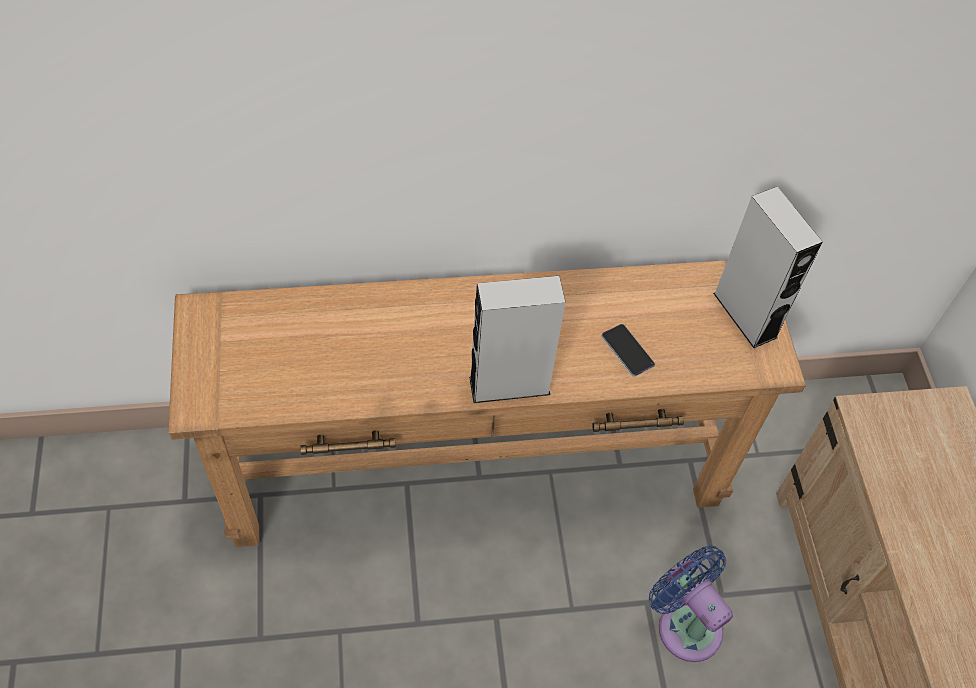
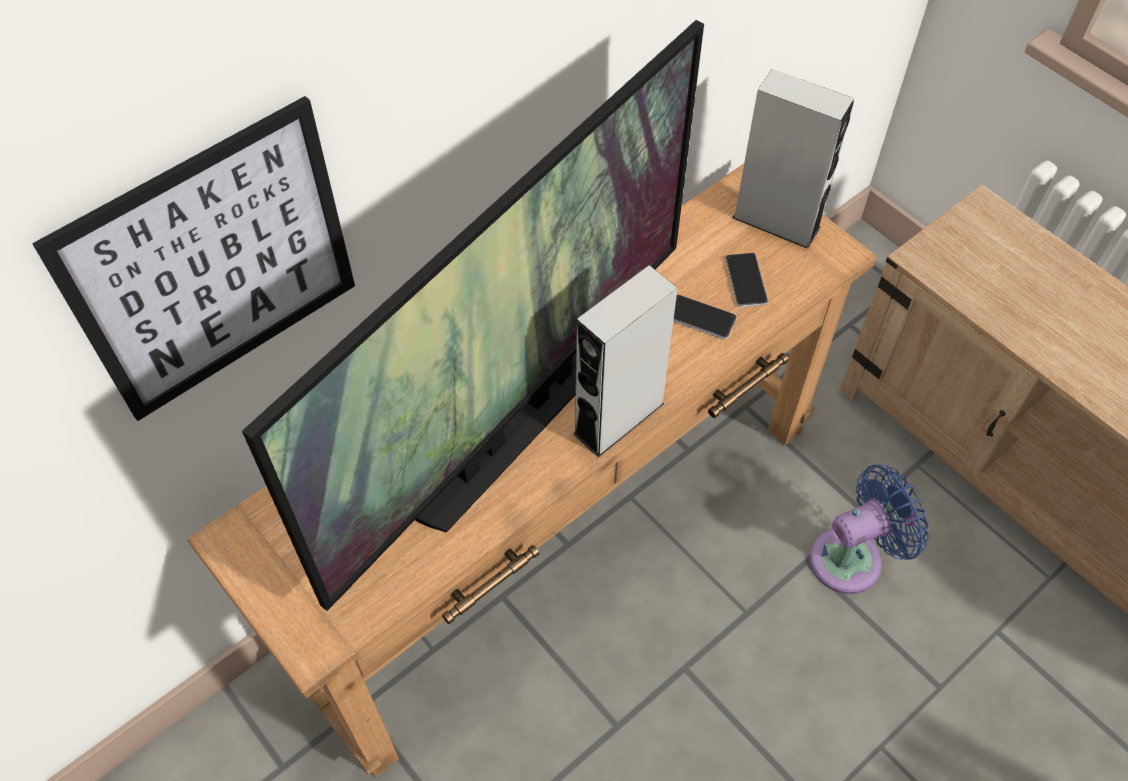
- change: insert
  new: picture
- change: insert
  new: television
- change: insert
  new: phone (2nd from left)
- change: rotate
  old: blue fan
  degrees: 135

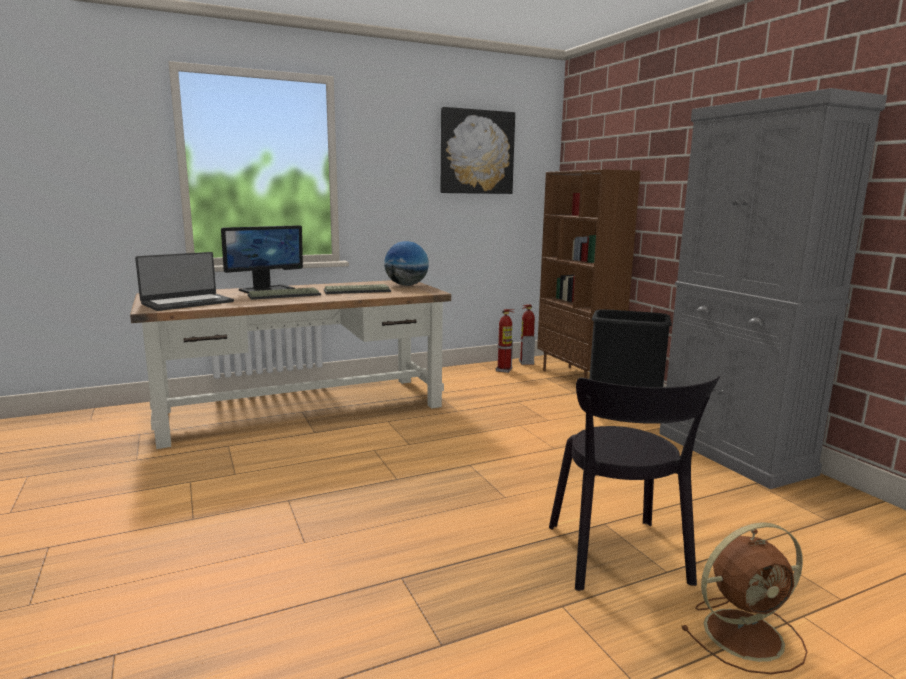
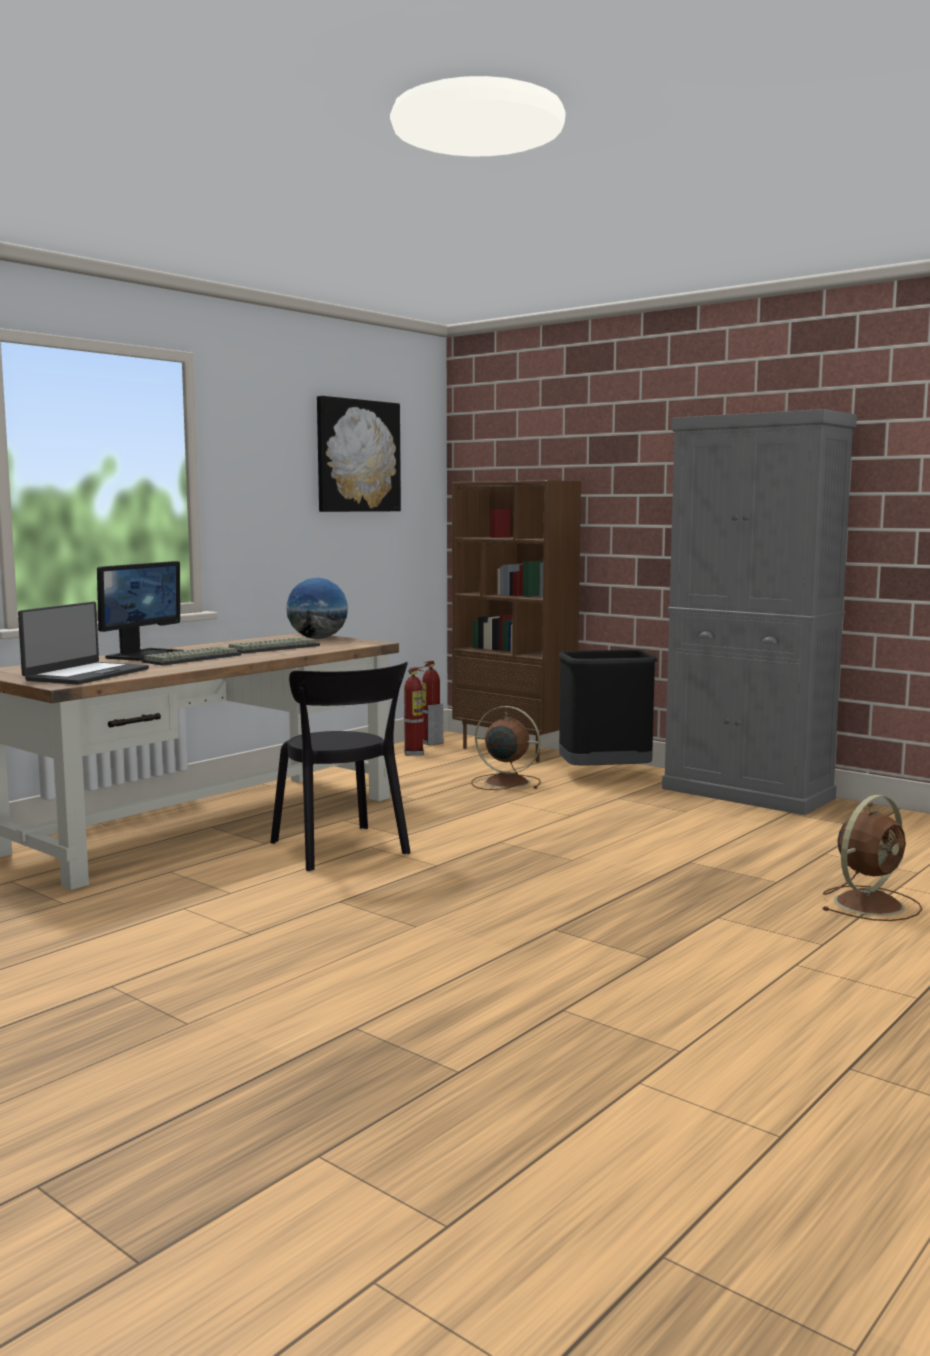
- change: insert
  new: brown fan (1st from left)
- change: move
  old: black chair

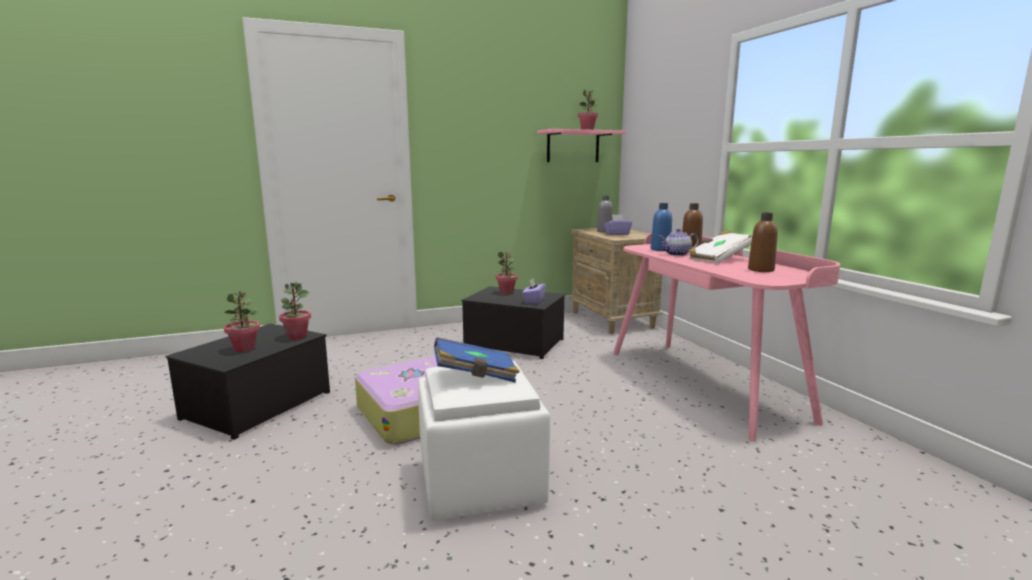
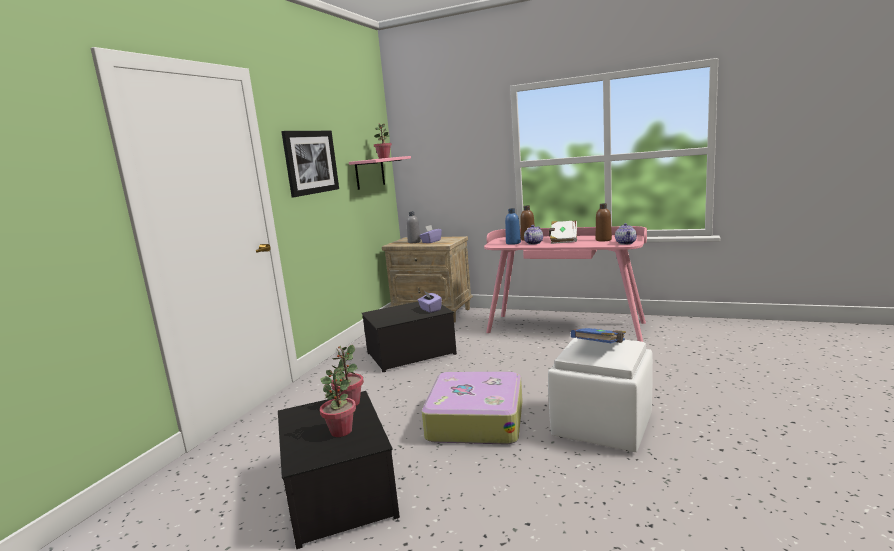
- change: delete
  old: potted plant (3rd from left)
- change: insert
  new: picture
- change: insert
  new: teapot (2nd from left)

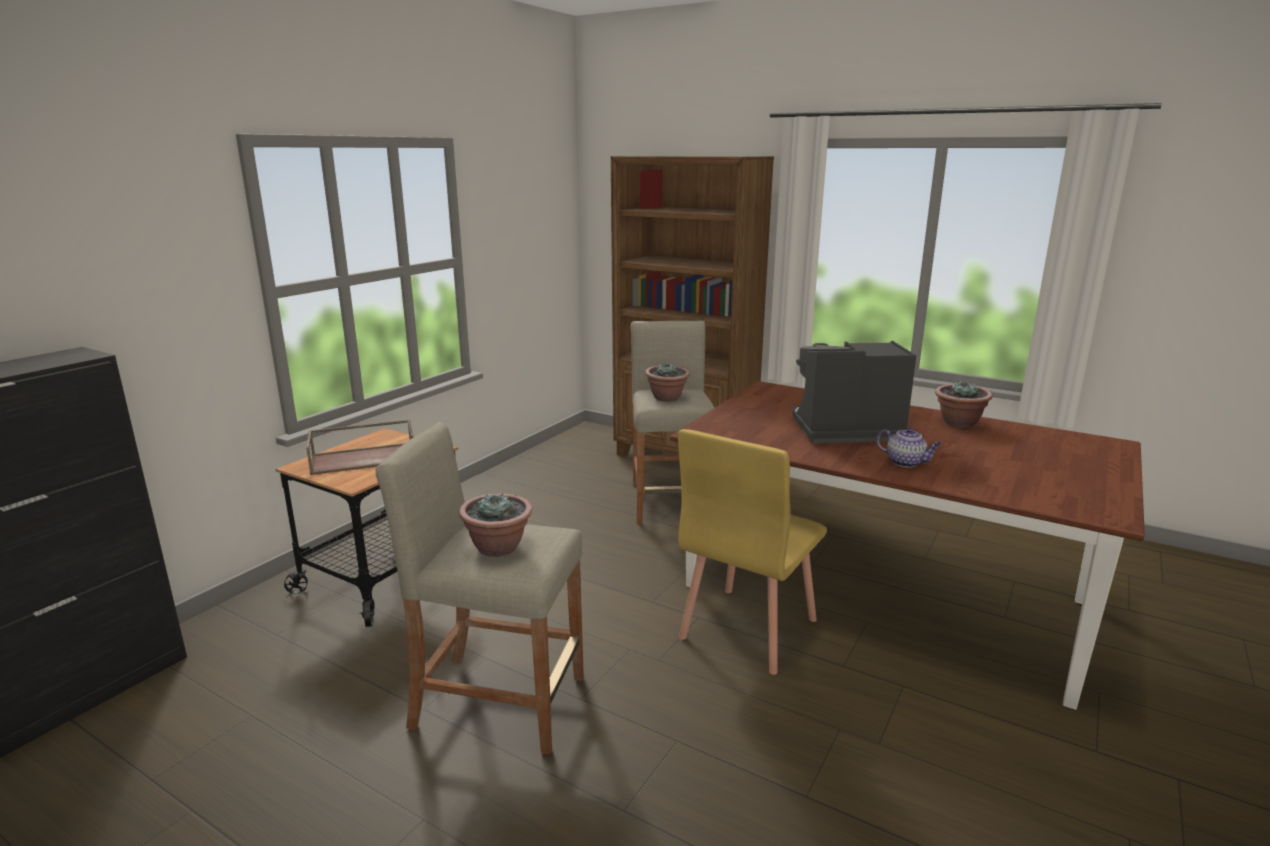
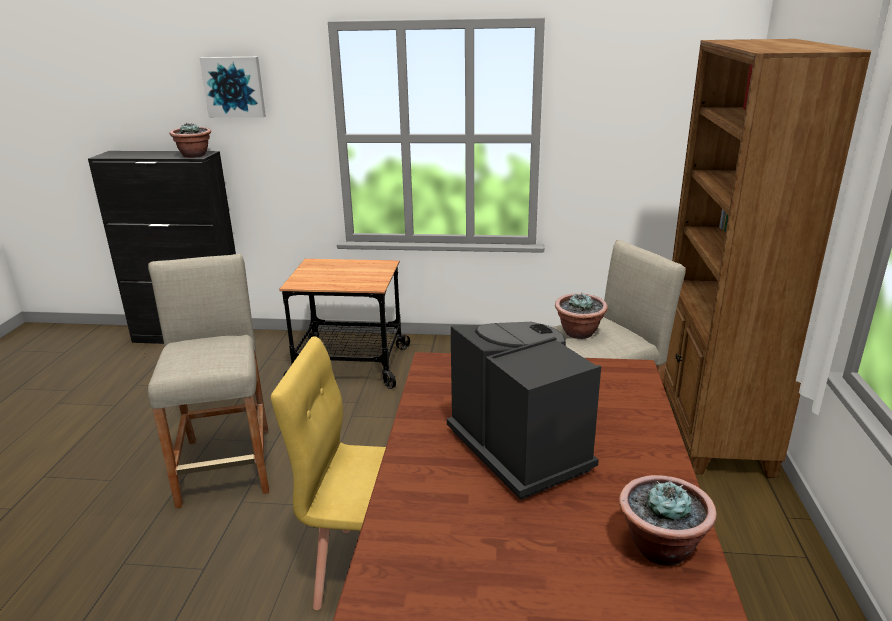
- change: delete
  old: brown tray
- change: delete
  old: teapot
- change: insert
  new: picture
- change: move
  old: potted plant (1st from left)

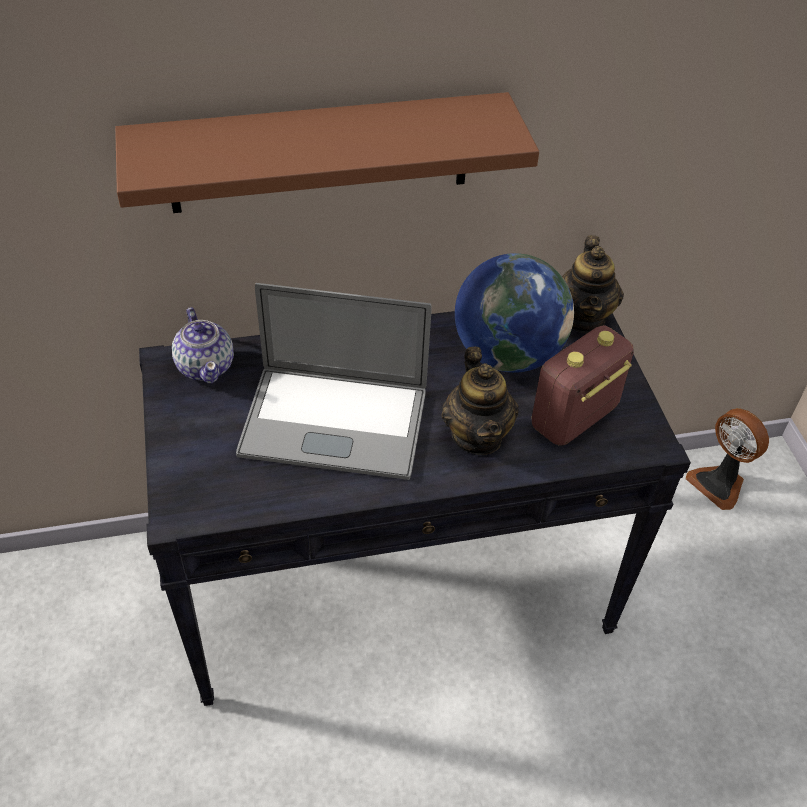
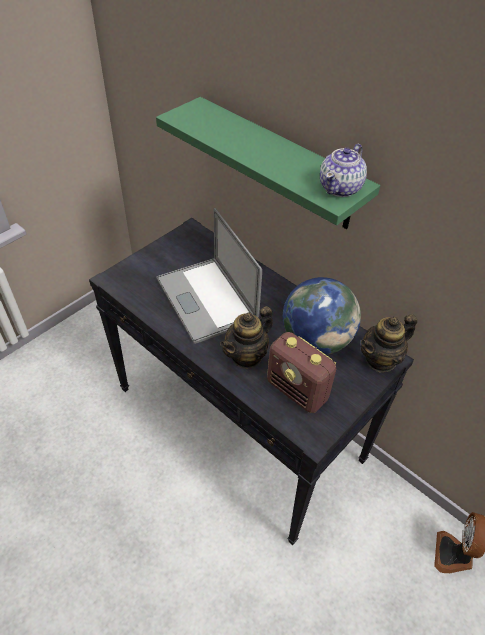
- change: move
  old: teapot (1st from left in the first image)
  new: teapot (2nd from left)
- change: recolor
  old: brown shelf
  new: green shelf
- change: rotate
  old: radio
  degrees: -150

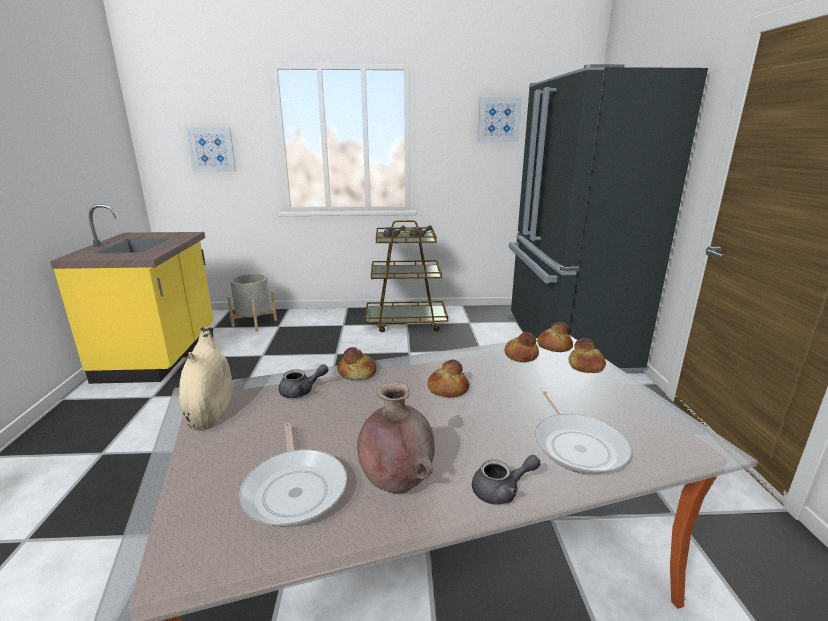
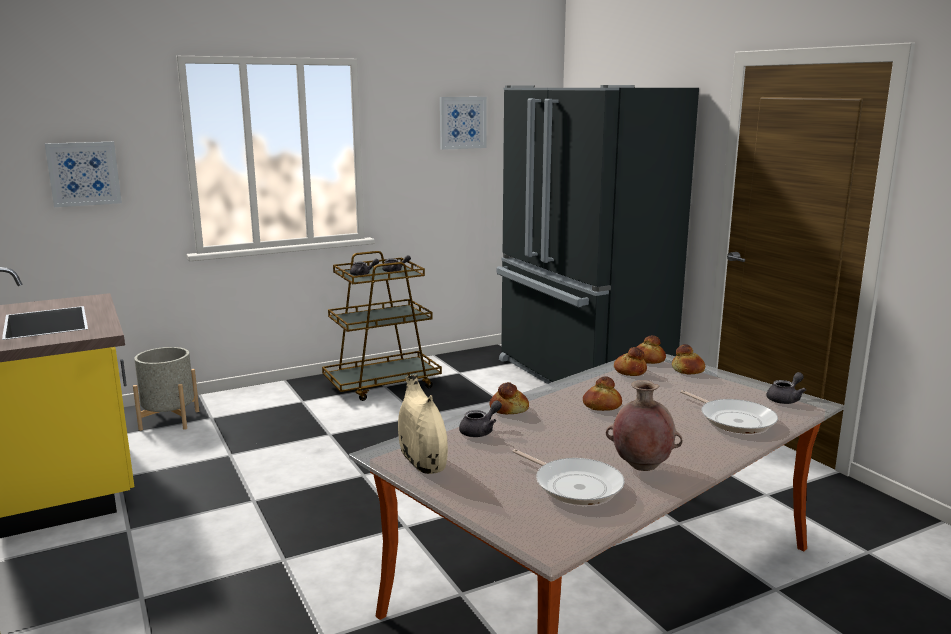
- change: move
  old: grey teapot (4th from left)

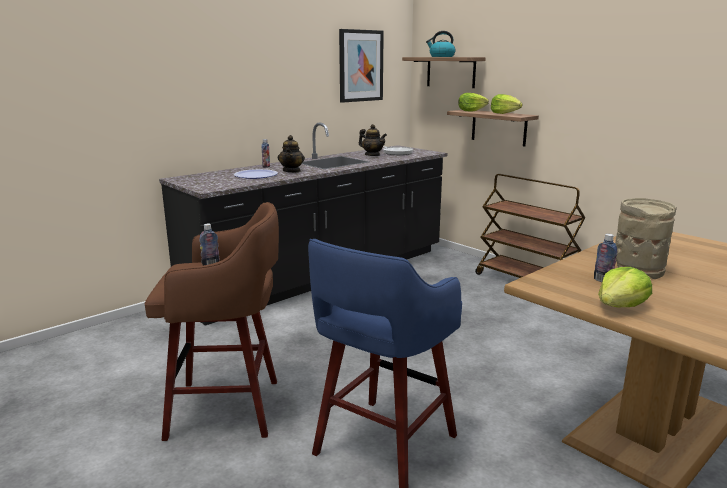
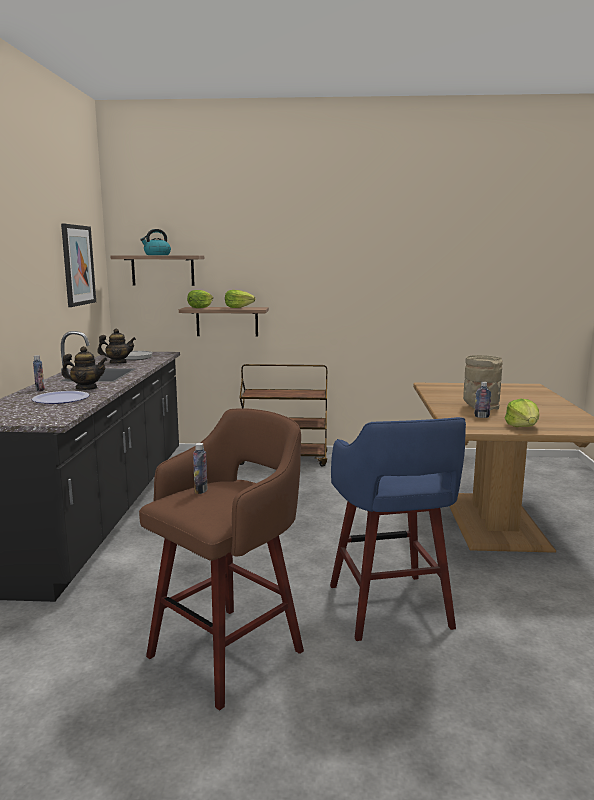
- change: rotate
  old: teapot (1st from left)
  degrees: -45

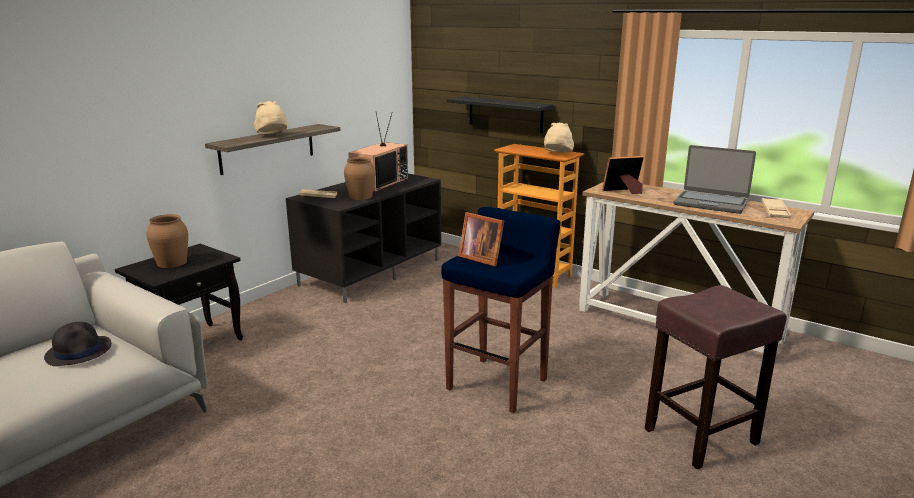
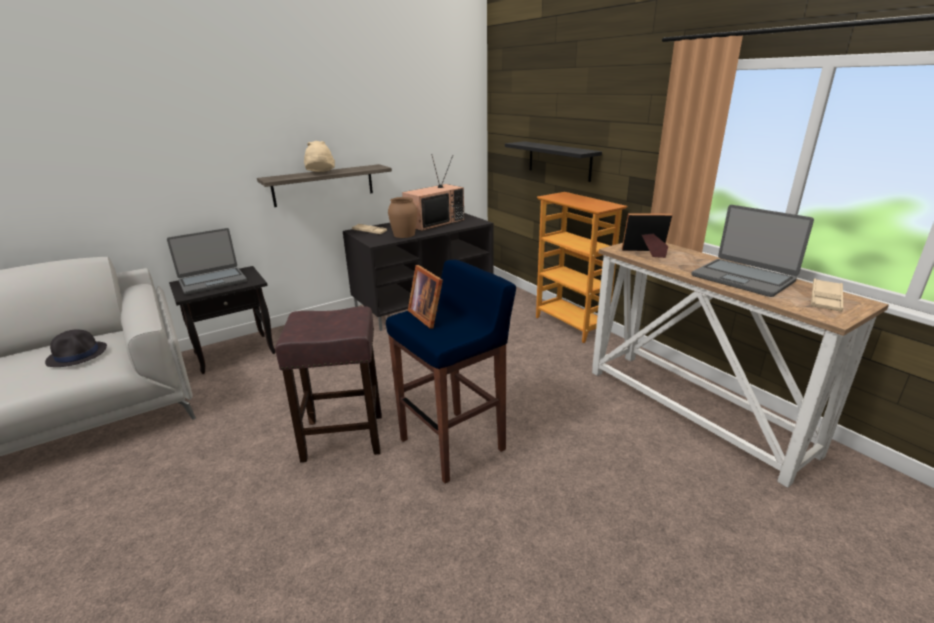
- change: delete
  old: beige hat (2nd from left)
- change: move
  old: brown stool
- change: replace
  old: brown vase (1st from left)
  new: laptop (1st from left)

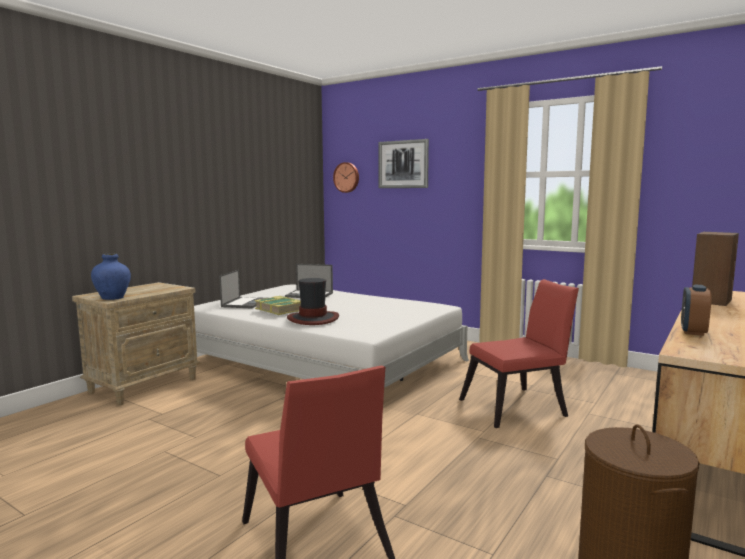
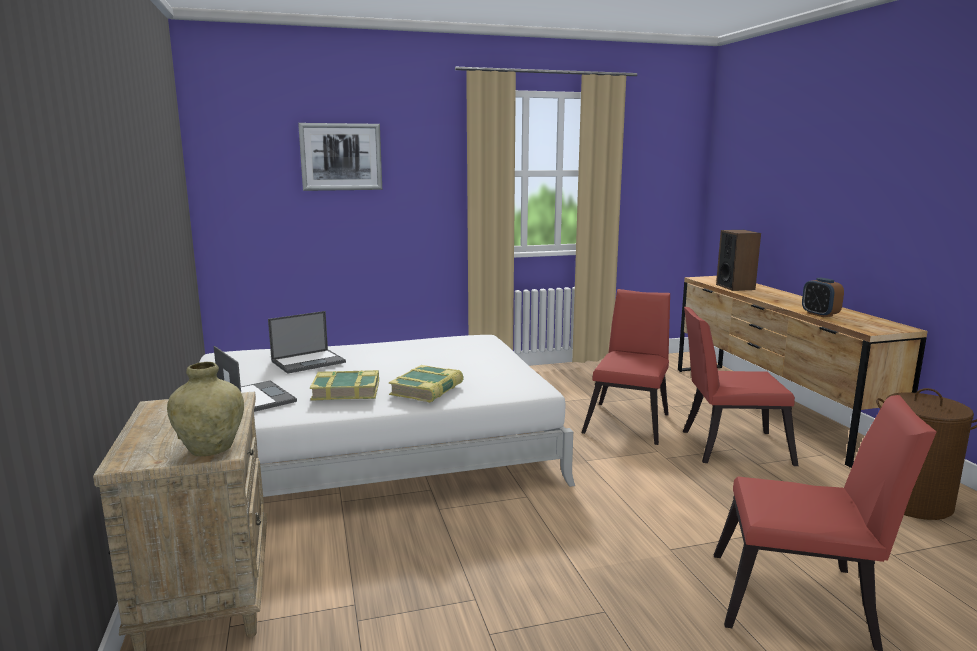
- change: delete
  old: wall clock
- change: insert
  new: red chair (2nd from left)
- change: replace
  old: hat
  new: book (2nd from left)
- change: recolor
  old: blue vase
  new: beige vase

